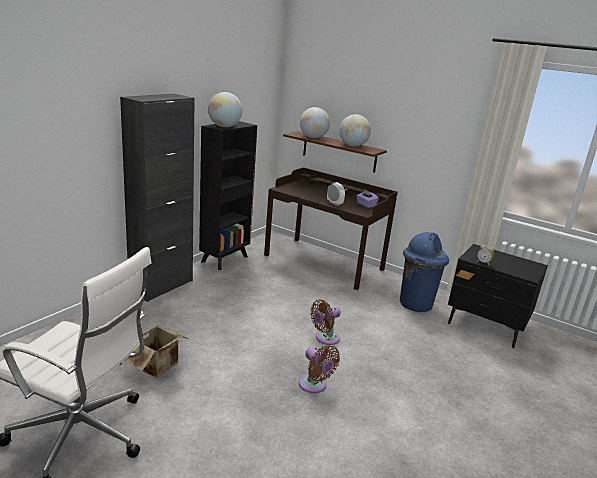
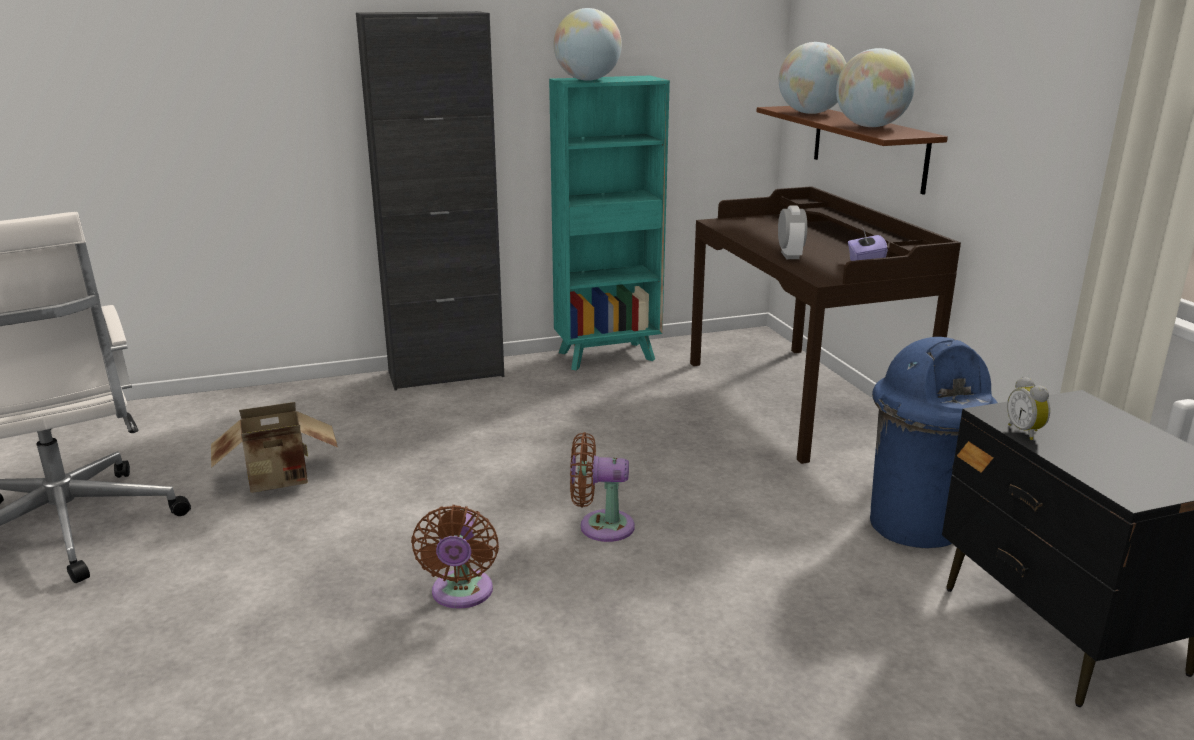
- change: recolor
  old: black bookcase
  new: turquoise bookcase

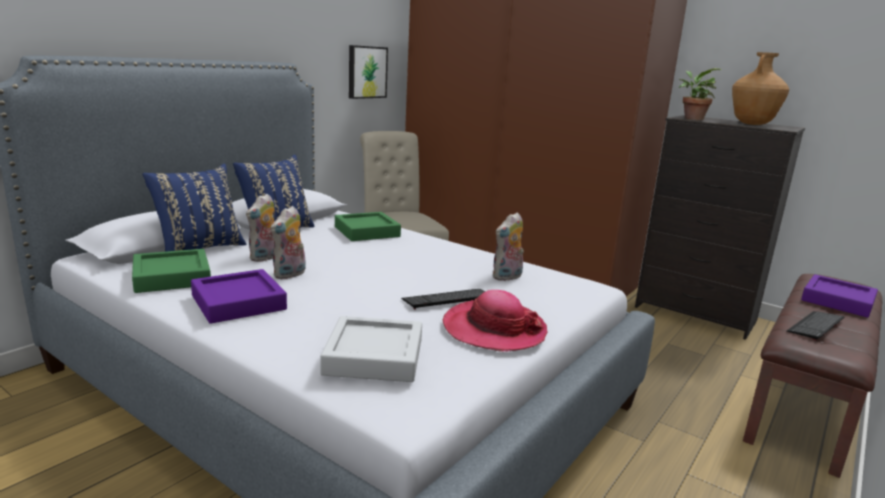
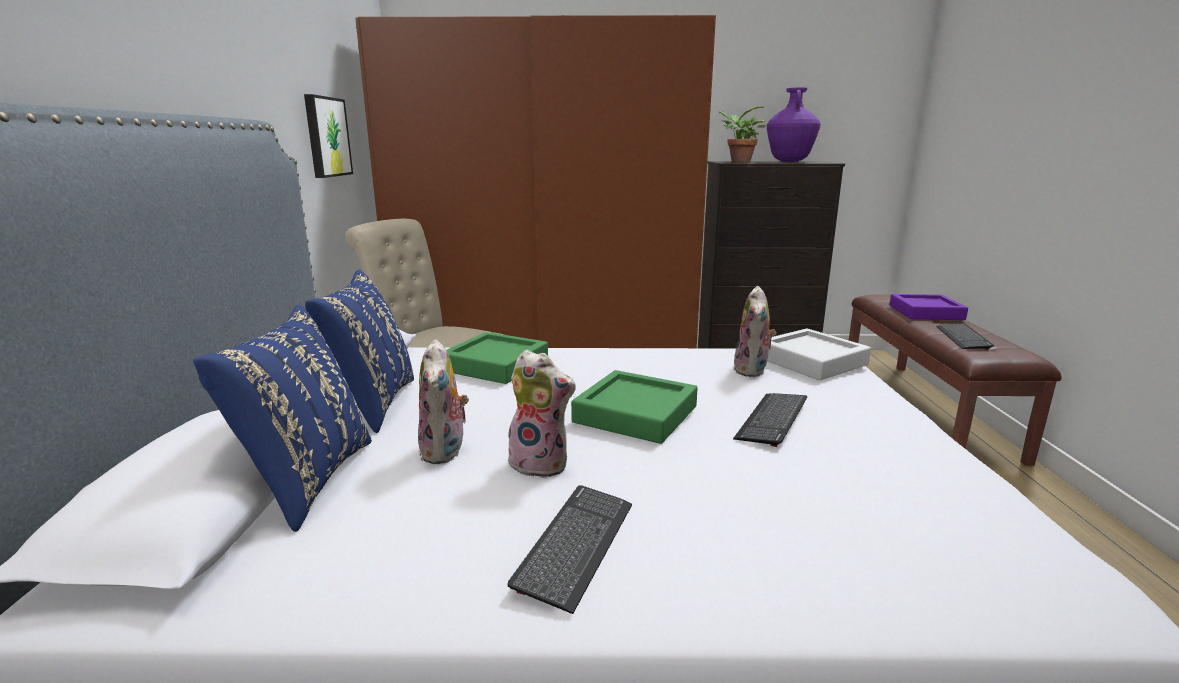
- change: delete
  old: hat
- change: move
  old: green tray (1st from left in the first image)
  new: green tray (2nd from left)
- change: move
  old: grey tray
- change: replace
  old: purple tray (1st from left)
  new: keyboard (1st from left)
- change: recolor
  old: brown vase
  new: purple vase
- change: rotate
  old: plush toy (2nd from left)
  degrees: -60

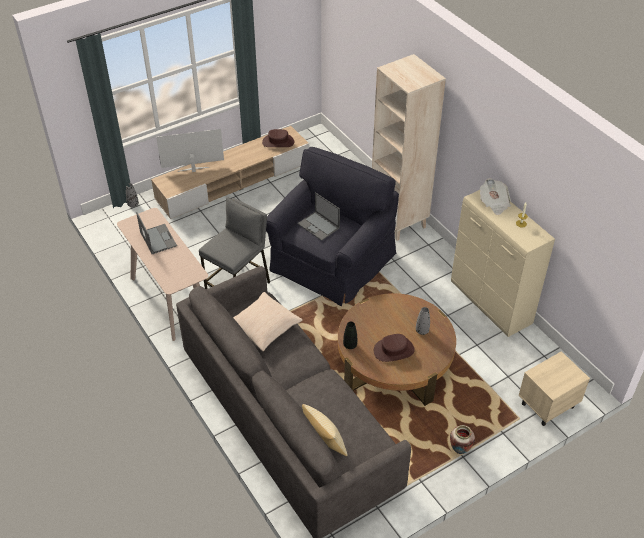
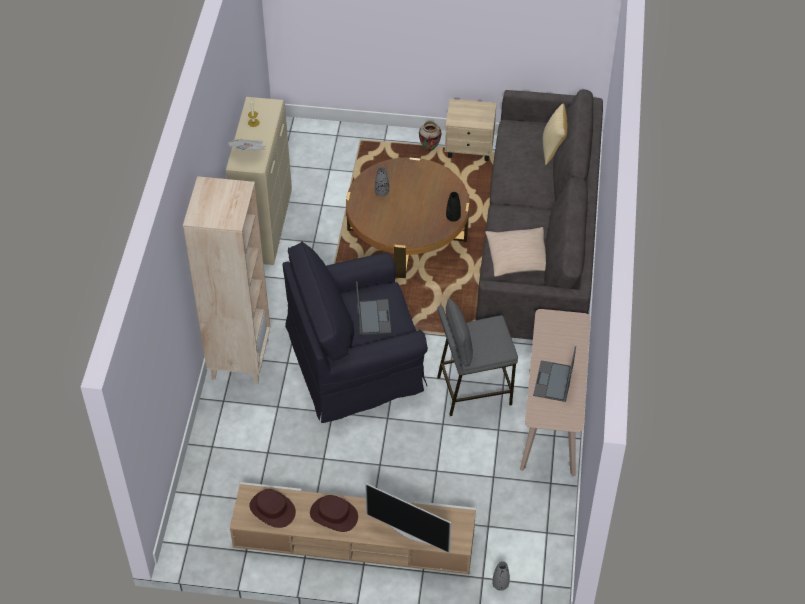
- change: move
  old: brown hat (2nd from left)
- change: move
  old: beige nightstand

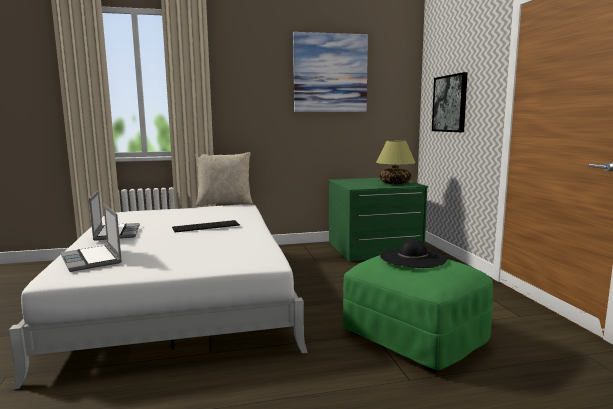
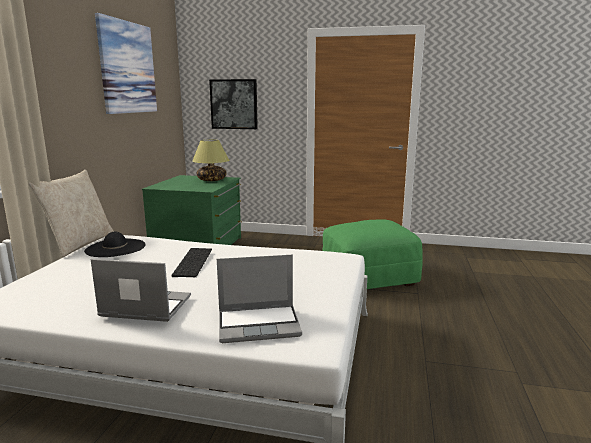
- change: move
  old: black hat

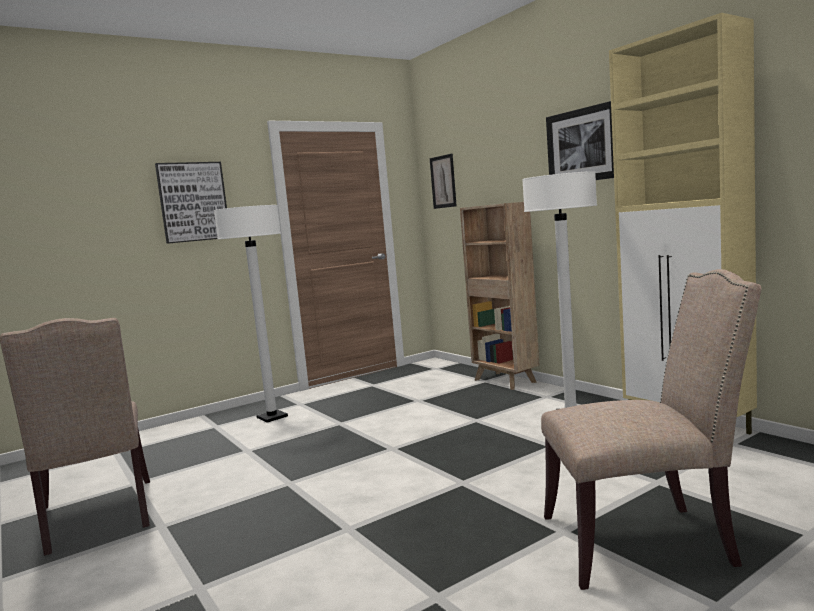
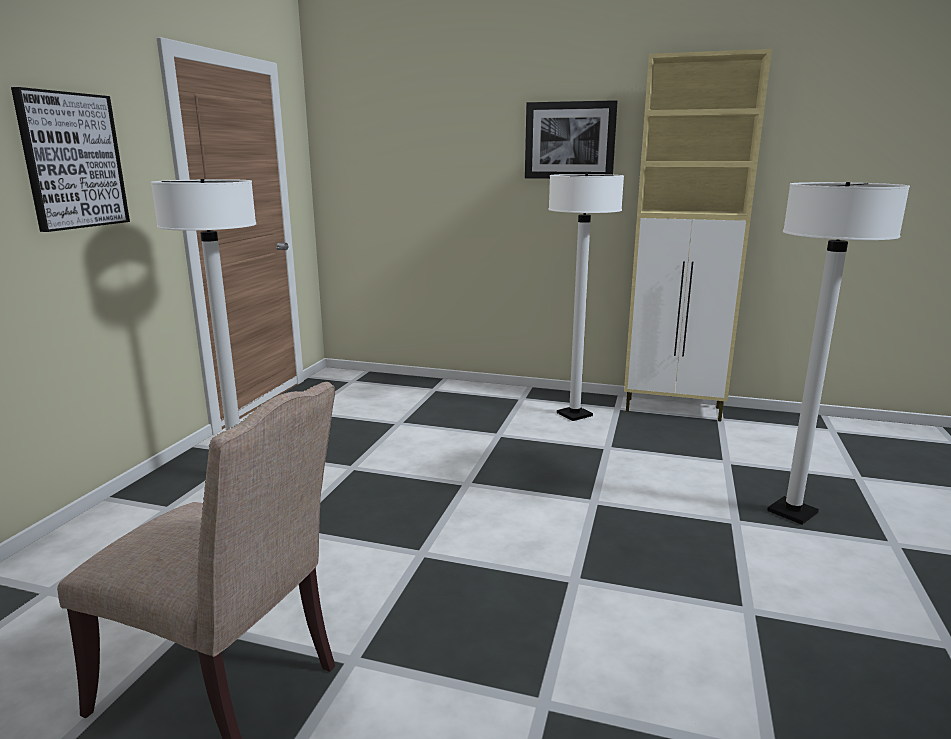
- change: delete
  old: picture (2nd from left)
- change: delete
  old: brown bookcase
- change: replace
  old: beige chair (2nd from left)
  new: white floor lamp (3rd from left)

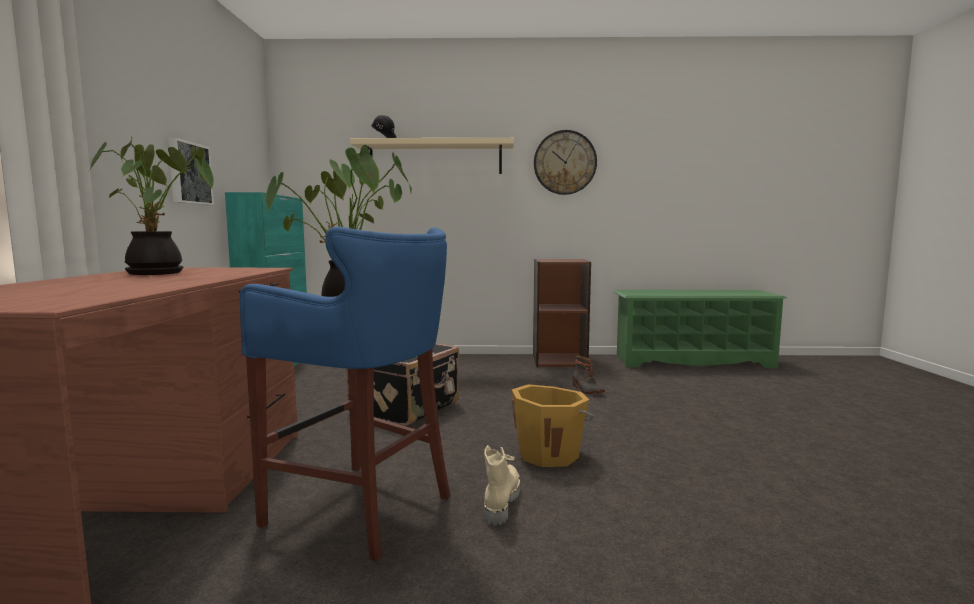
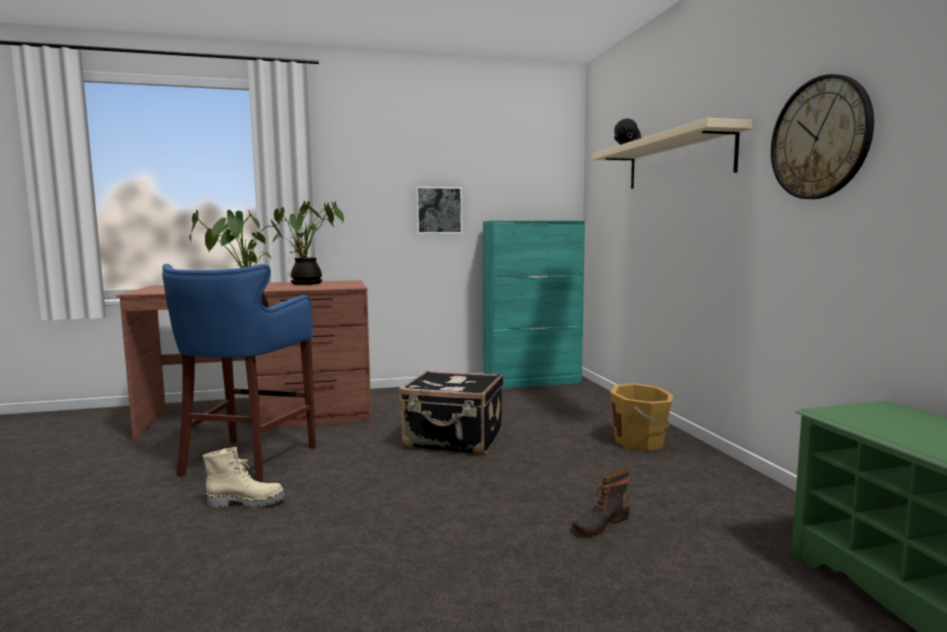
- change: delete
  old: brown bookcase
- change: move
  old: orange bucket

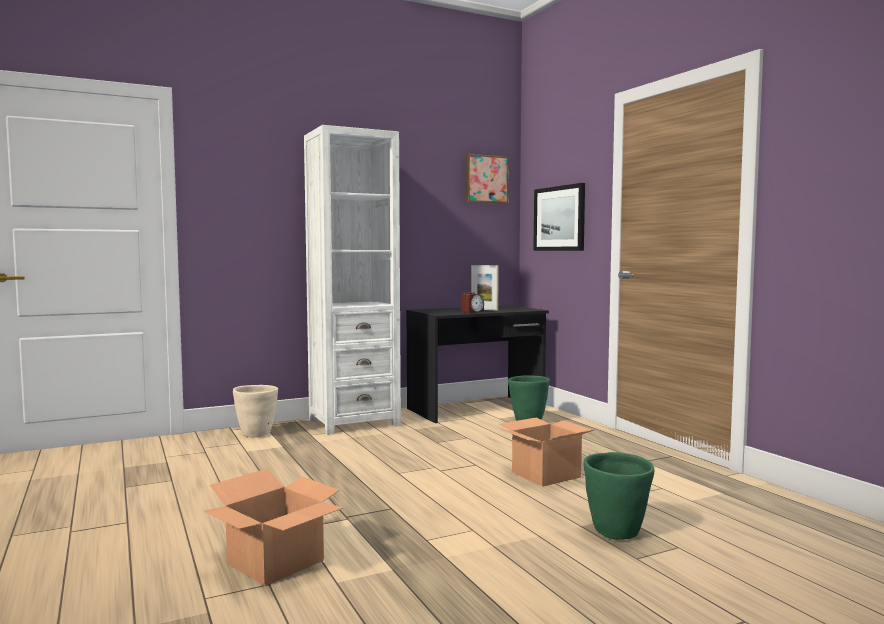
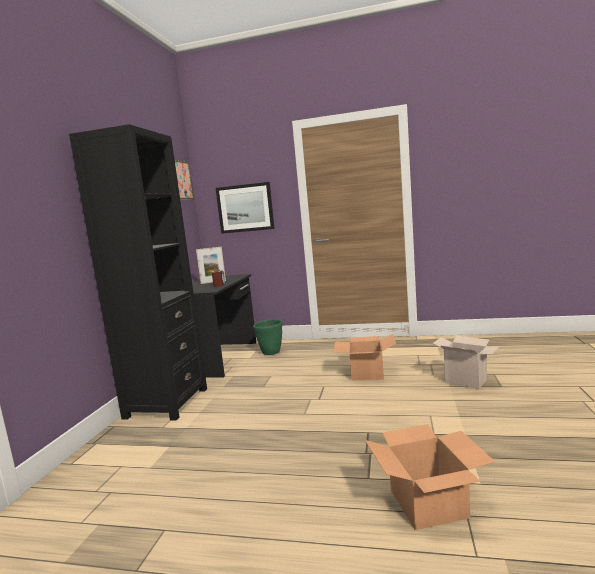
- change: delete
  old: beige planter
- change: replace
  old: green planter (2nd from left)
  new: cardboard box (3rd from left)
- change: recolor
  old: white bookcase
  new: black bookcase

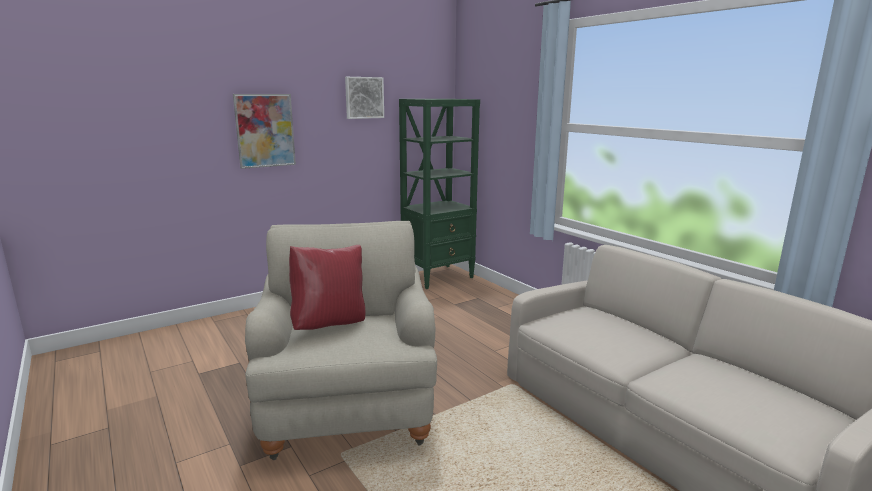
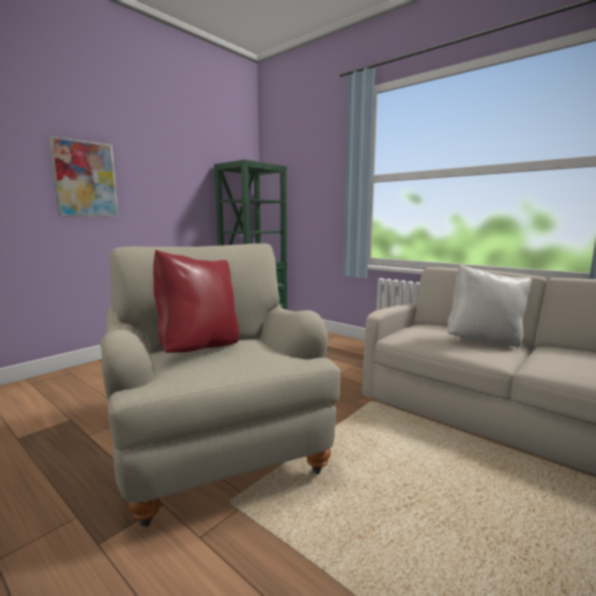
- change: delete
  old: picture (2nd from left)
- change: insert
  new: white pillow

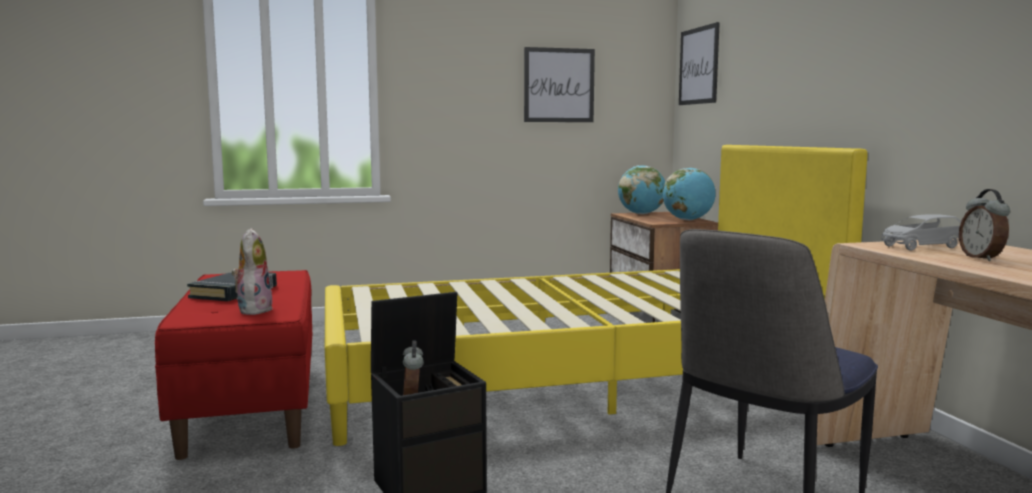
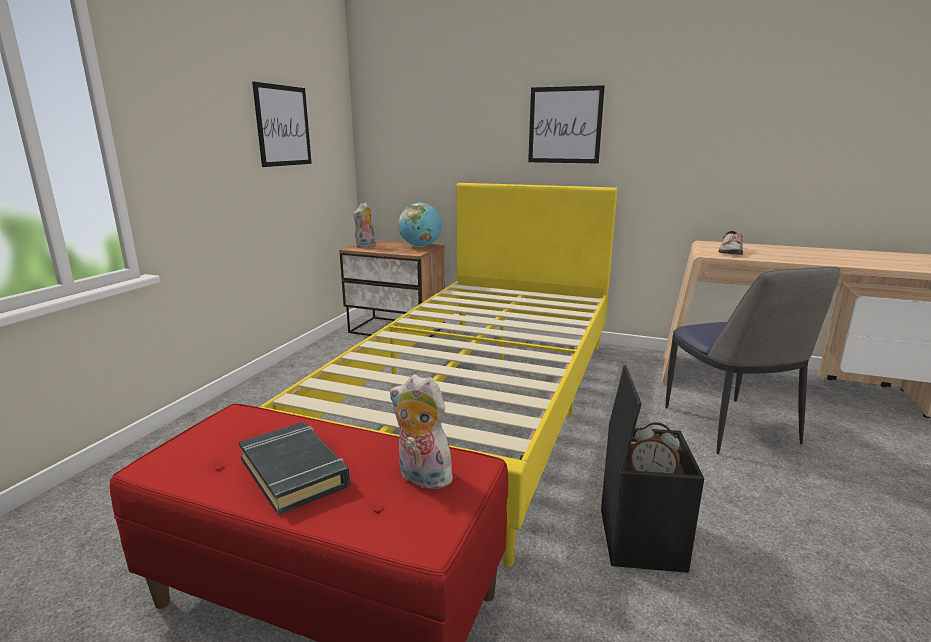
- change: delete
  old: alarm clock (2nd from left)
- change: move
  old: picture (2nd from left)
- change: replace
  old: globe (1st from left)
  new: plush toy (1st from left)
- change: replace
  old: grey toy car
  new: shoe

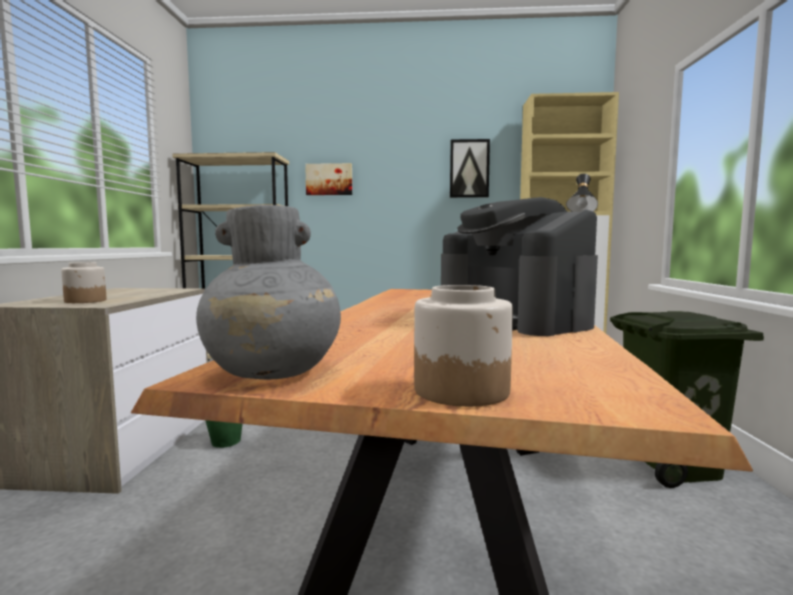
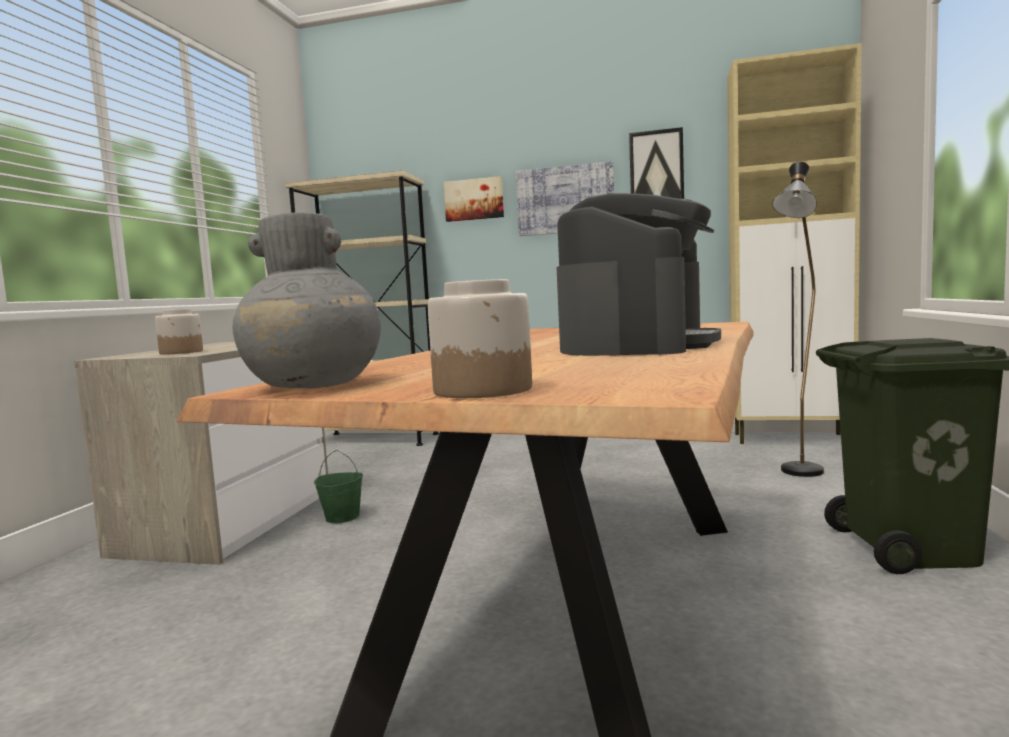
- change: insert
  new: picture (2nd from left)
- change: rotate
  old: coffee machine
  degrees: -135

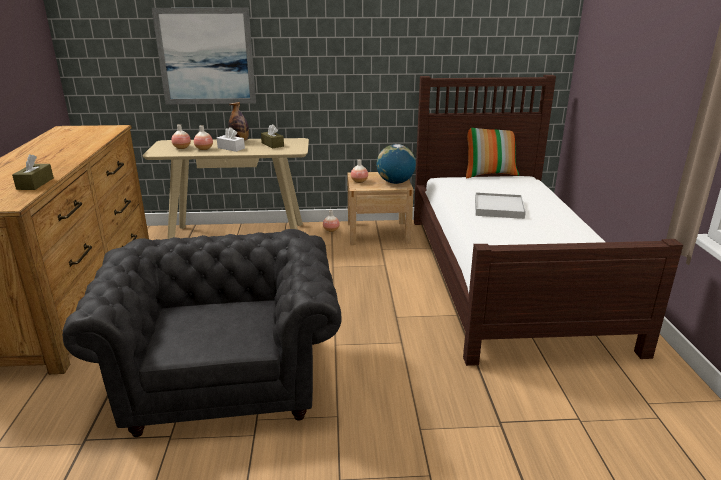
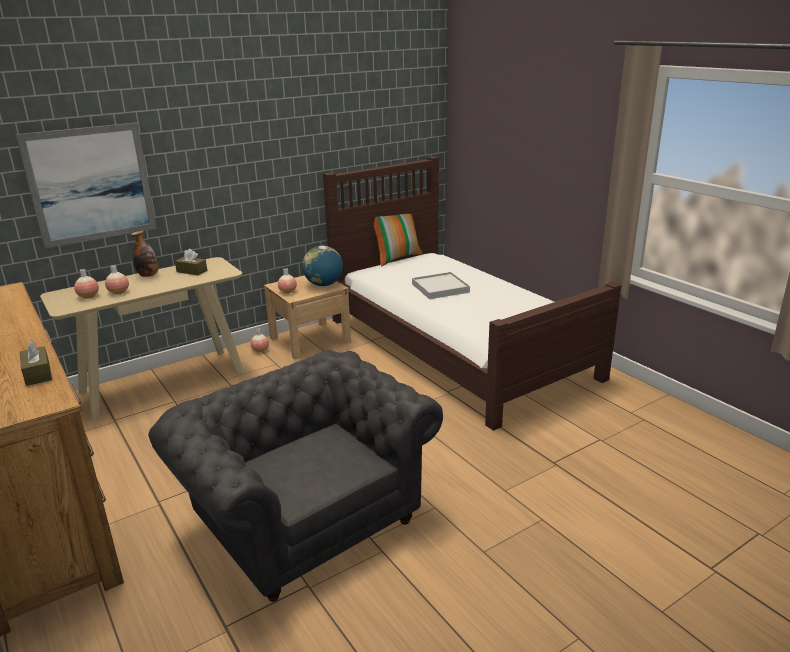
- change: delete
  old: white tissue box

